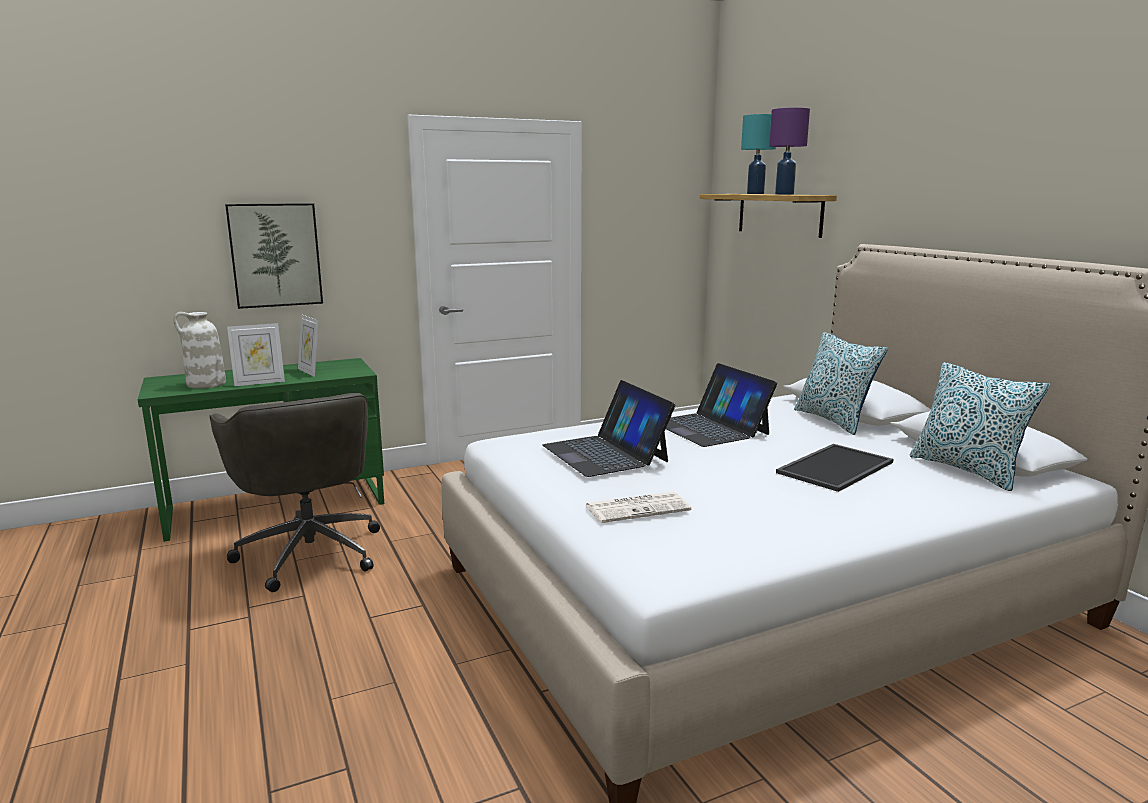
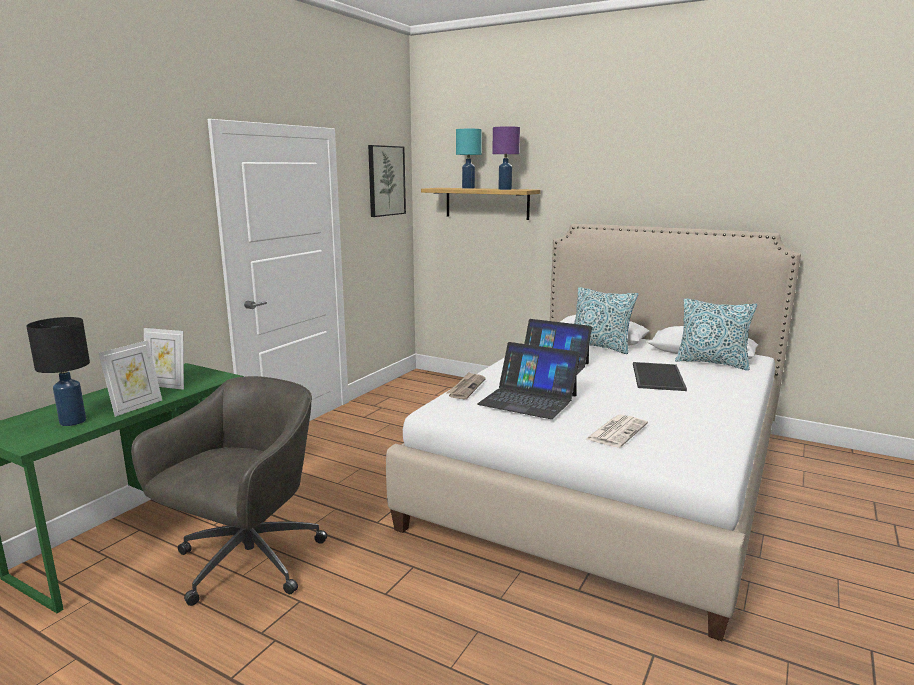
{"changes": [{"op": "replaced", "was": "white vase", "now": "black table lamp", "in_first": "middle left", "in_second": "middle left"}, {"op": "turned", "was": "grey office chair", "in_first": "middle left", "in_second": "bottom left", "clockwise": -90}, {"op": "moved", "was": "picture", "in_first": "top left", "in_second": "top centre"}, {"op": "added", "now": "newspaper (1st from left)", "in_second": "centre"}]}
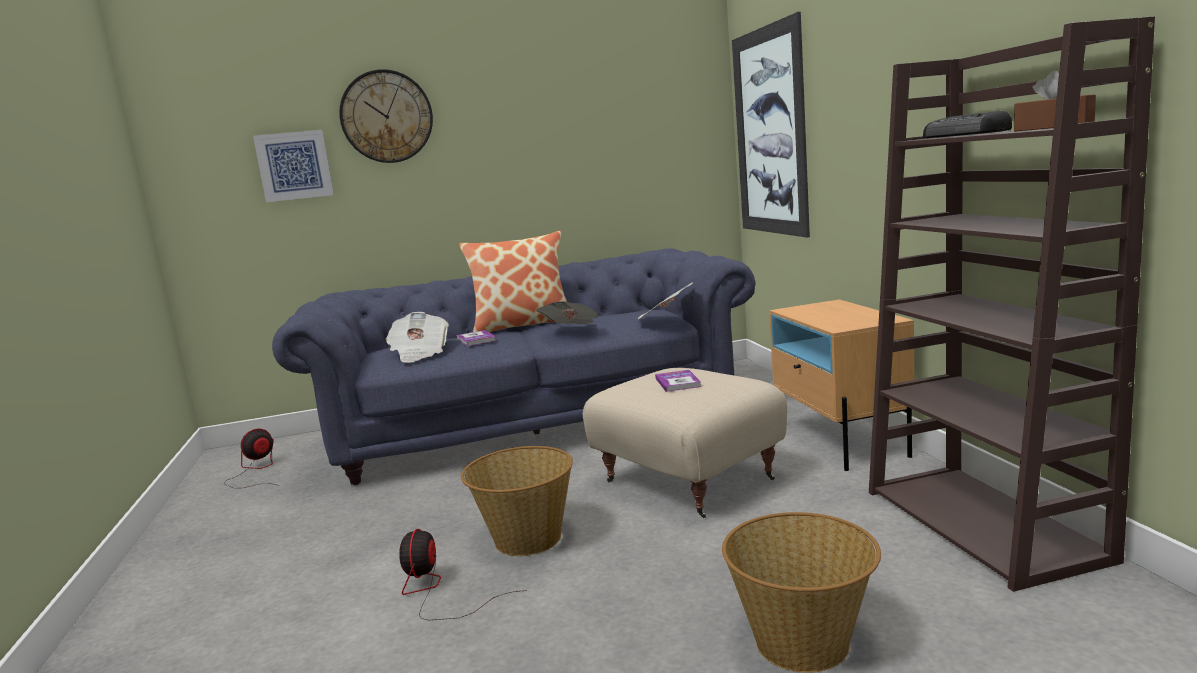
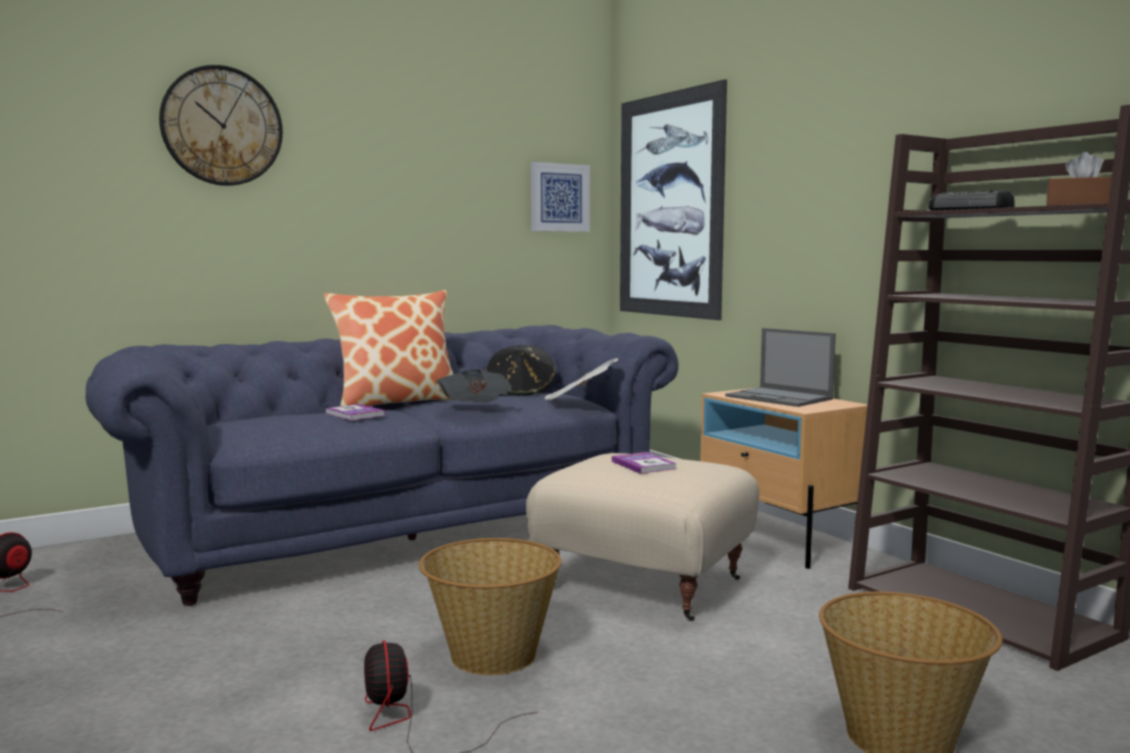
{"changes": [{"op": "moved", "was": "picture (1st from left)", "in_first": "top left", "in_second": "top centre"}, {"op": "removed", "was": "newspaper (1st from left)", "in_first": "centre"}, {"op": "added", "now": "black hat", "in_second": "centre"}, {"op": "added", "now": "laptop", "in_second": "middle right"}]}
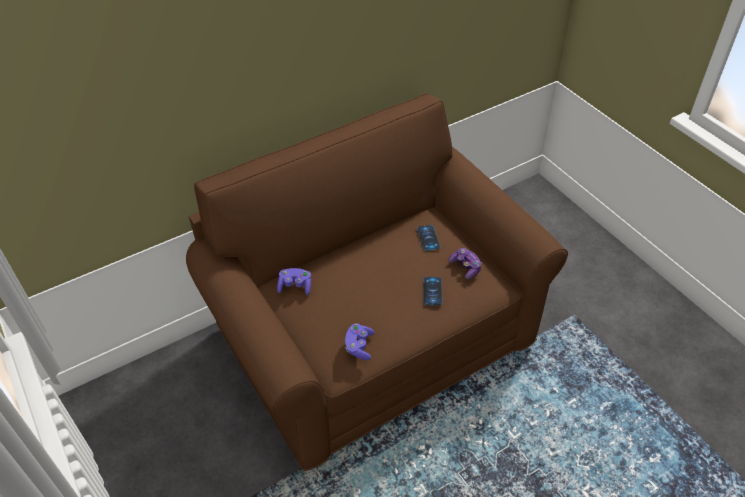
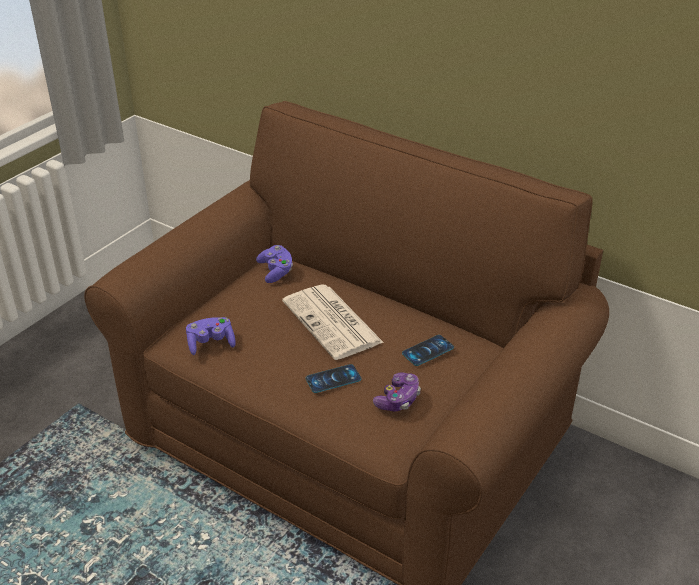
{"changes": [{"op": "added", "now": "newspaper", "in_second": "centre"}]}
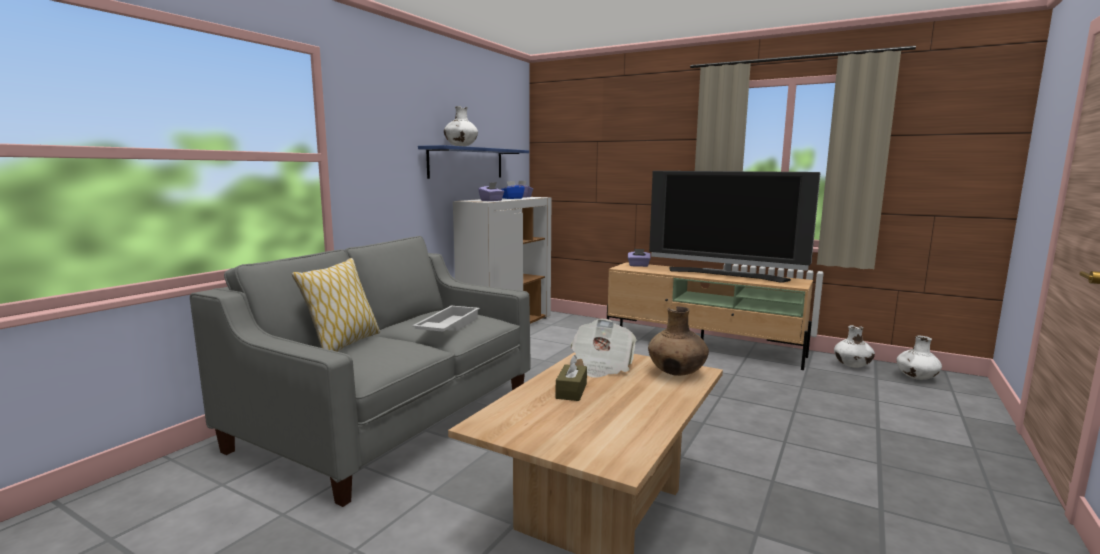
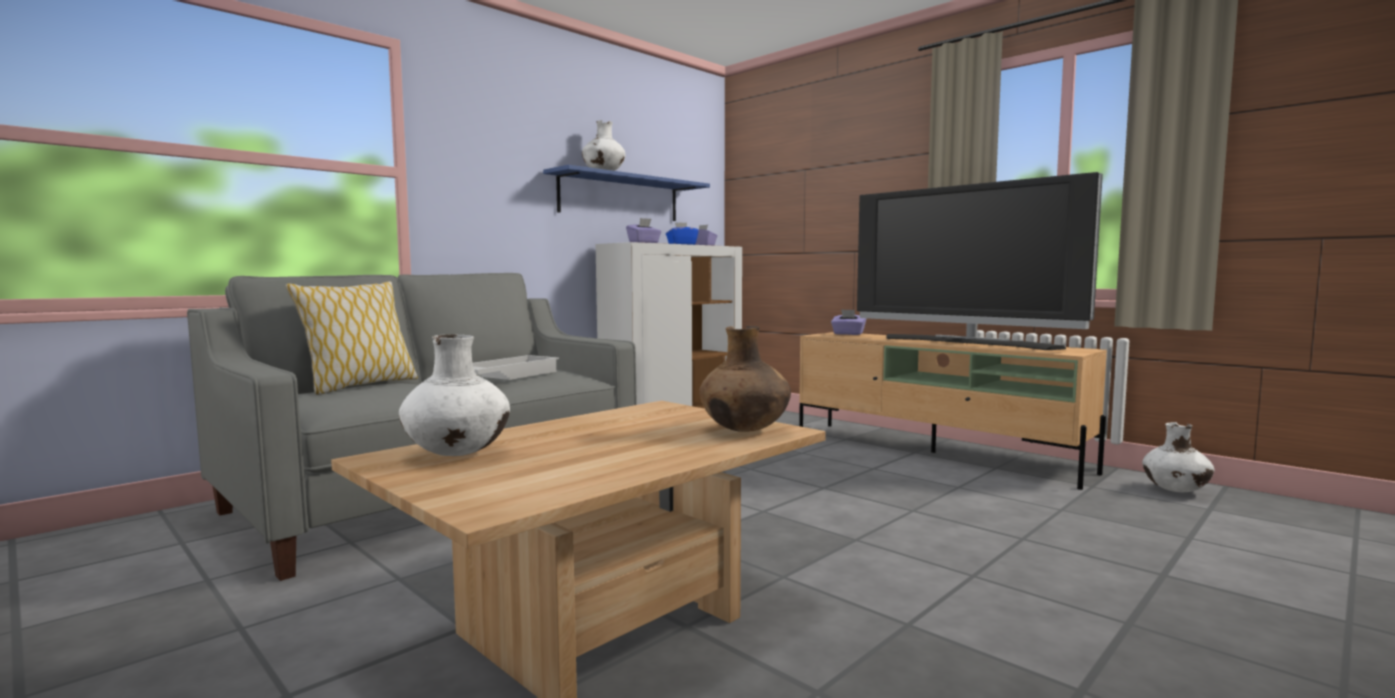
{"changes": [{"op": "removed", "was": "brown tissue box", "in_first": "bottom centre"}, {"op": "removed", "was": "newspaper", "in_first": "centre"}, {"op": "moved", "was": "white vase (3rd from left in the first image)", "now": "white vase (1st from left)", "in_first": "middle right", "in_second": "middle left"}]}
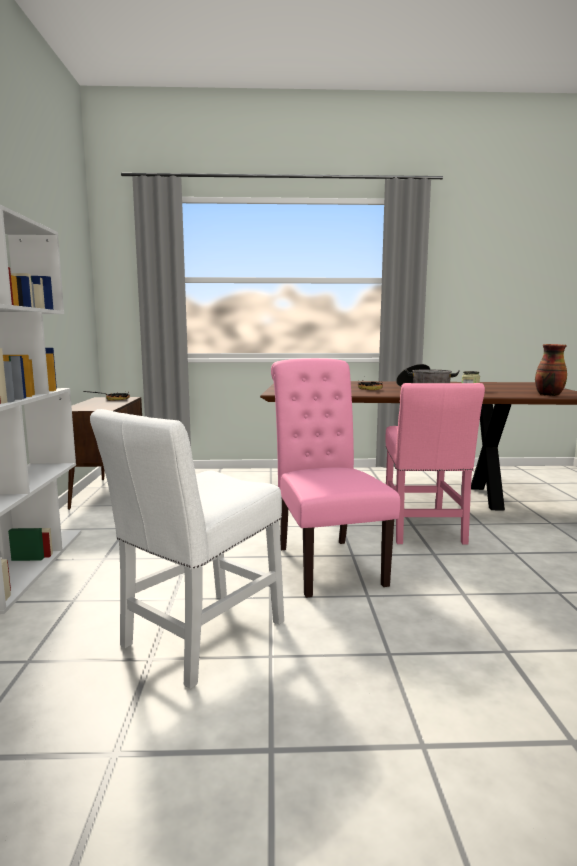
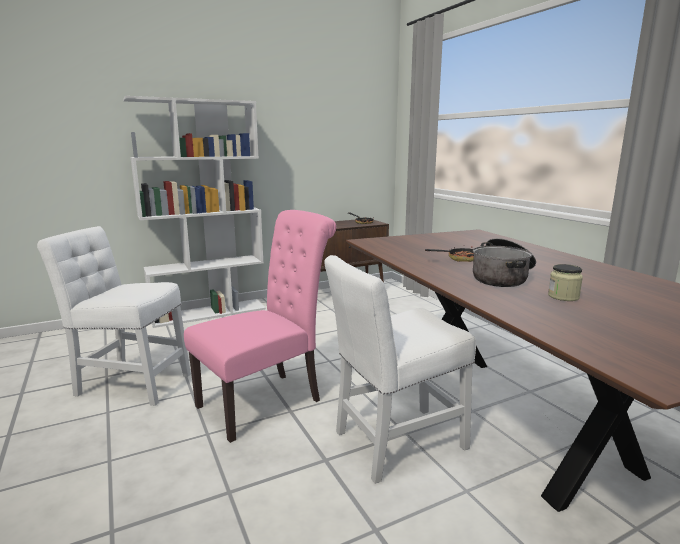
{"changes": [{"op": "recoloured", "was": "pink chair (2nd from left)", "now": "white chair (2nd from left)", "in_first": "middle right", "in_second": "bottom centre"}, {"op": "removed", "was": "vase", "in_first": "middle right"}]}
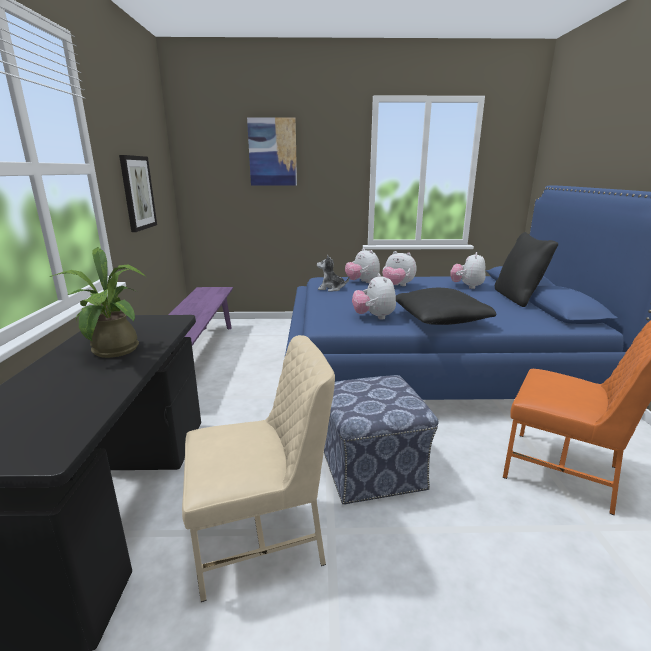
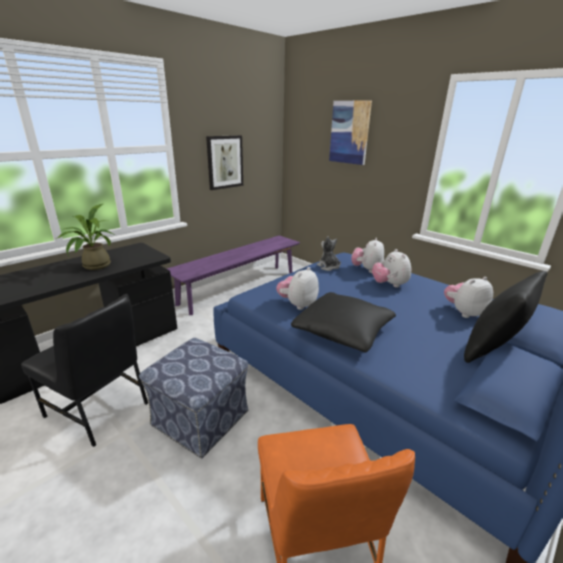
{"changes": [{"op": "recoloured", "was": "beige chair", "now": "black chair", "in_first": "bottom centre", "in_second": "middle left"}]}
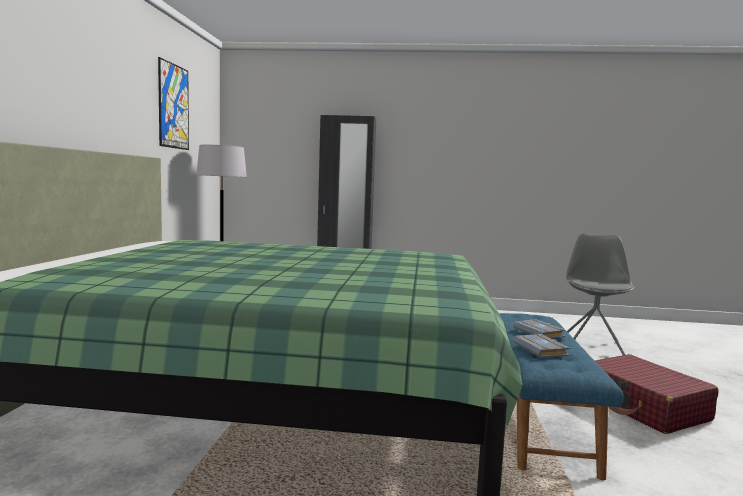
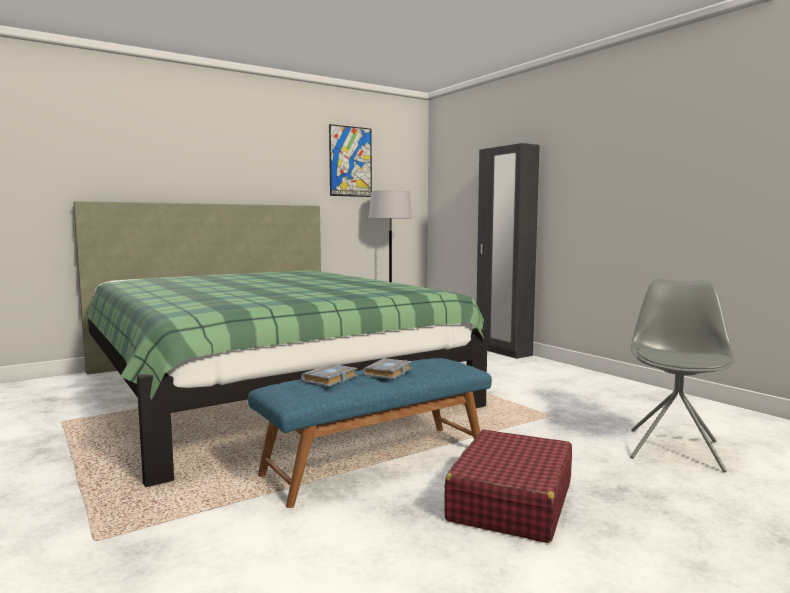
{"changes": [{"op": "turned", "was": "grey chair", "in_first": "middle right", "in_second": "middle right", "clockwise": -45}]}
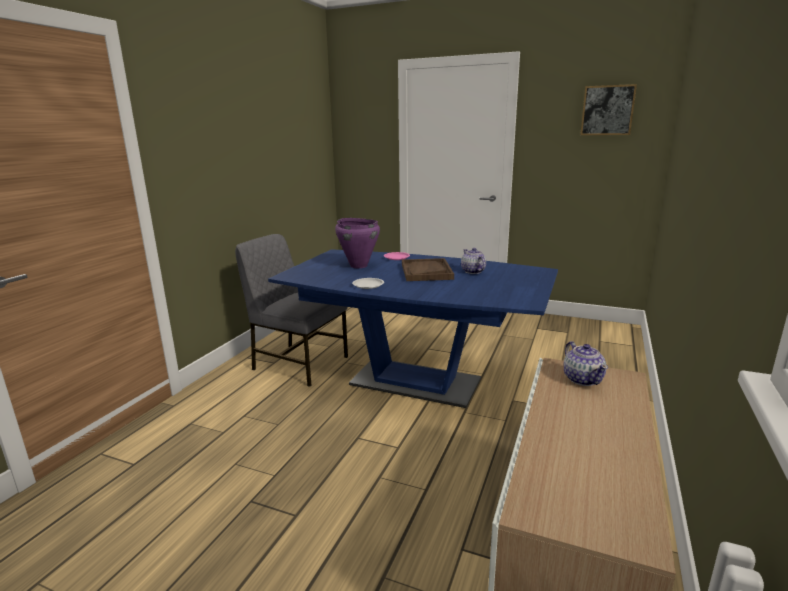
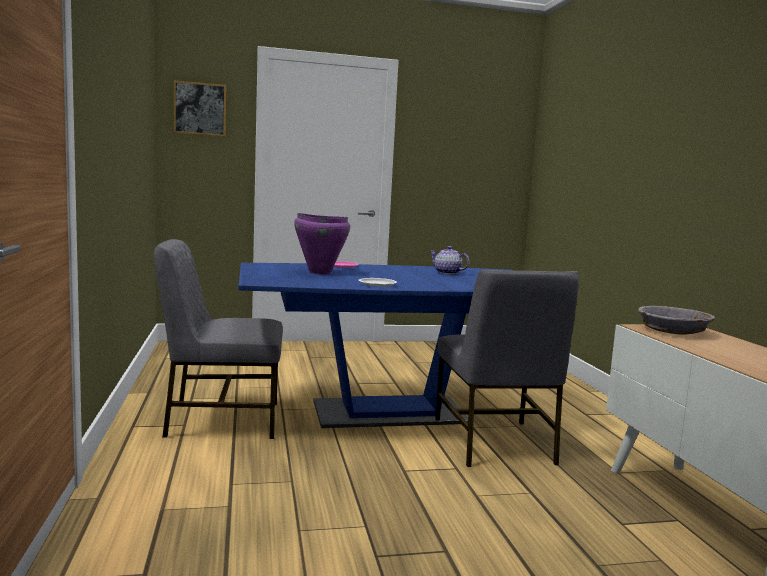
{"changes": [{"op": "removed", "was": "brown tray", "in_first": "centre"}, {"op": "replaced", "was": "teapot (2nd from left)", "now": "grey bowl", "in_first": "middle right", "in_second": "middle right"}, {"op": "moved", "was": "picture", "in_first": "top right", "in_second": "top left"}, {"op": "added", "now": "grey chair (2nd from left)", "in_second": "centre"}]}
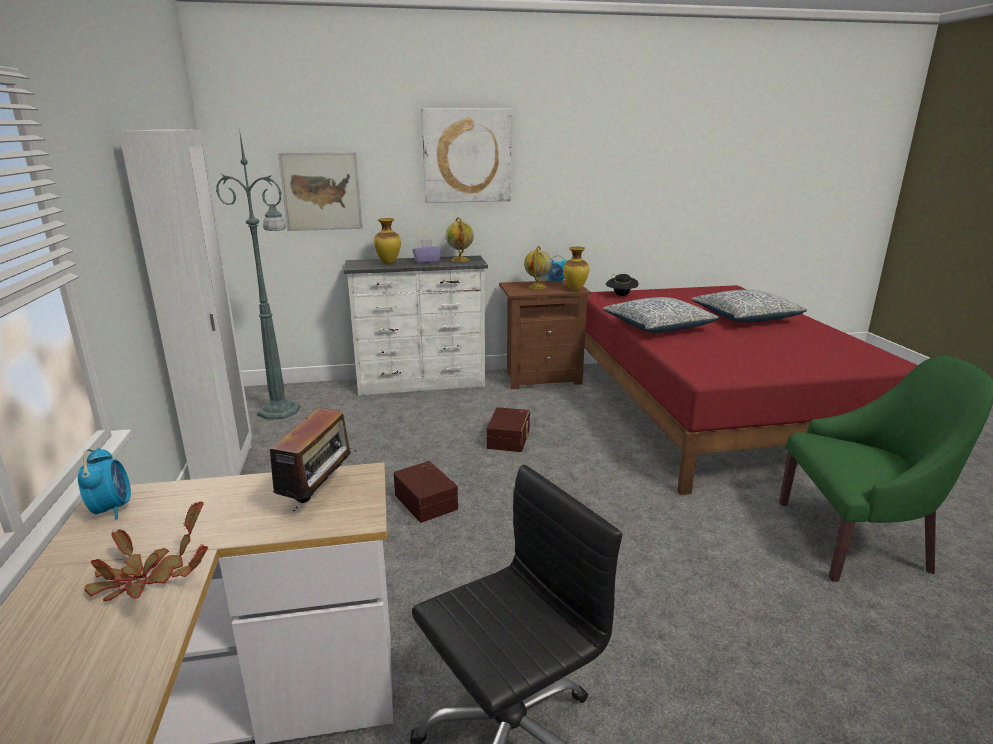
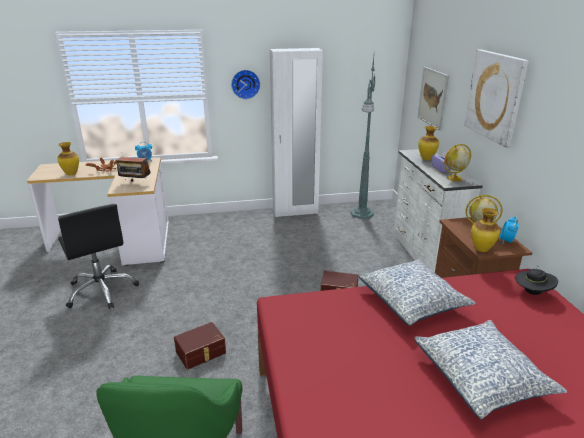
{"changes": [{"op": "moved", "was": "brown storage box (1st from left)", "in_first": "centre", "in_second": "bottom centre"}, {"op": "added", "now": "vase (1st from left)", "in_second": "middle left"}, {"op": "added", "now": "wall clock", "in_second": "top centre"}]}
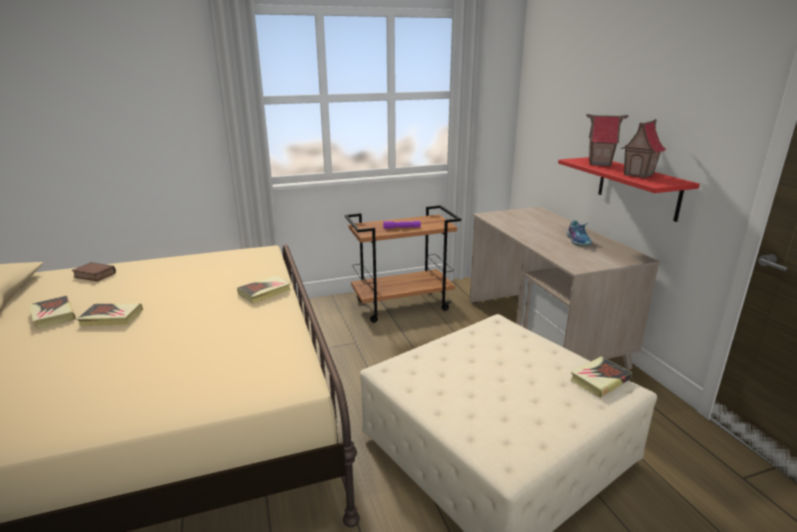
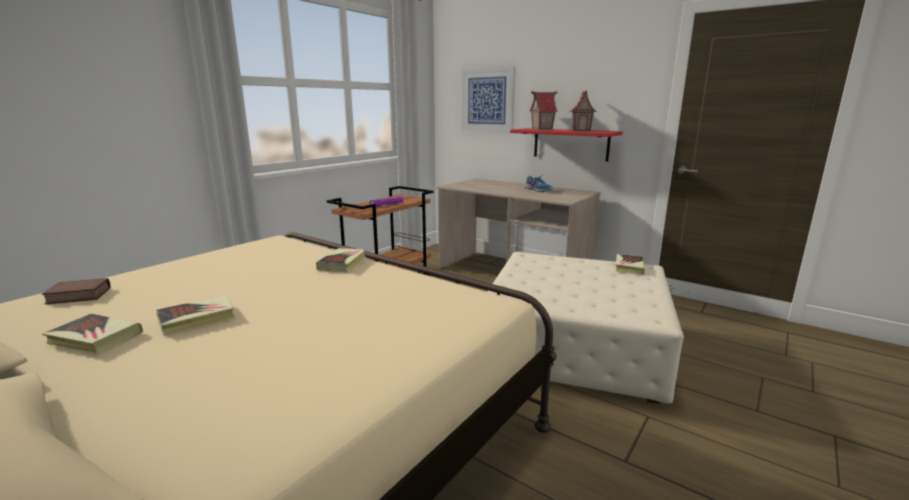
{"changes": [{"op": "added", "now": "picture", "in_second": "top centre"}]}
